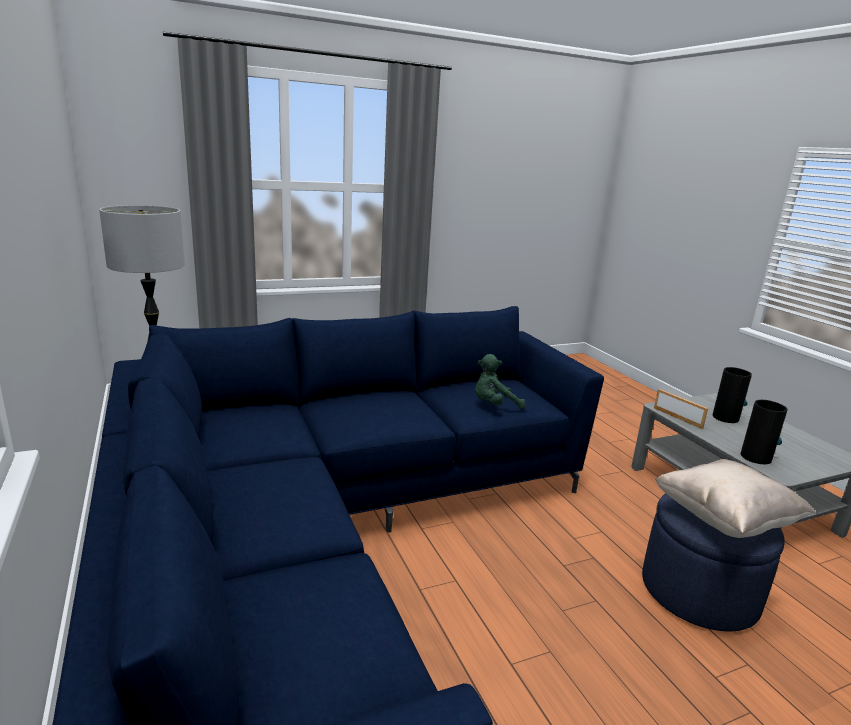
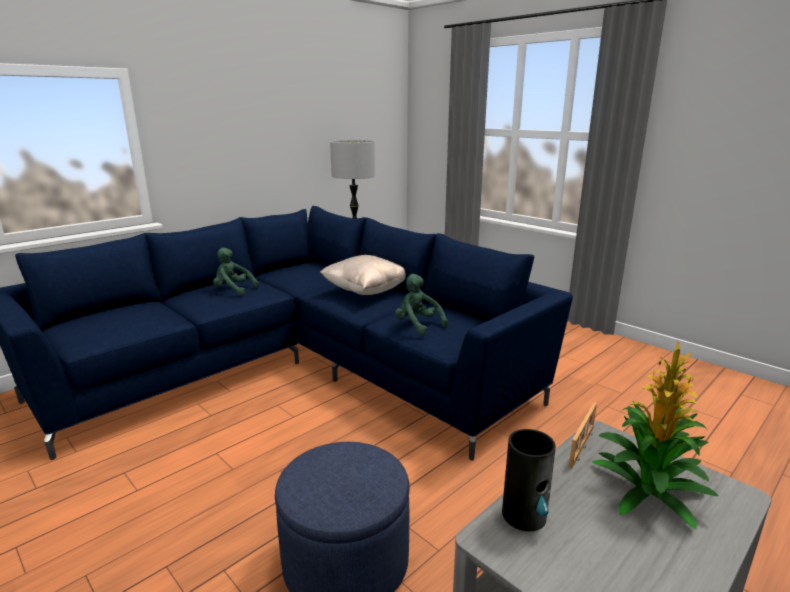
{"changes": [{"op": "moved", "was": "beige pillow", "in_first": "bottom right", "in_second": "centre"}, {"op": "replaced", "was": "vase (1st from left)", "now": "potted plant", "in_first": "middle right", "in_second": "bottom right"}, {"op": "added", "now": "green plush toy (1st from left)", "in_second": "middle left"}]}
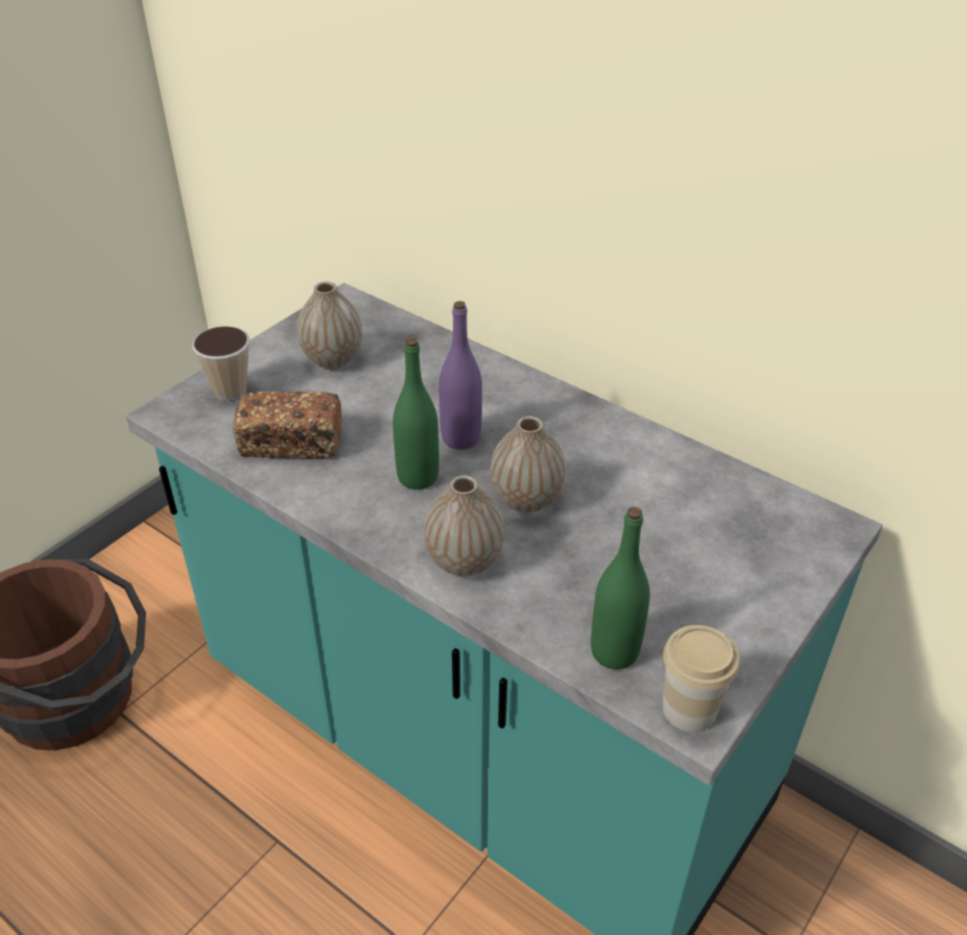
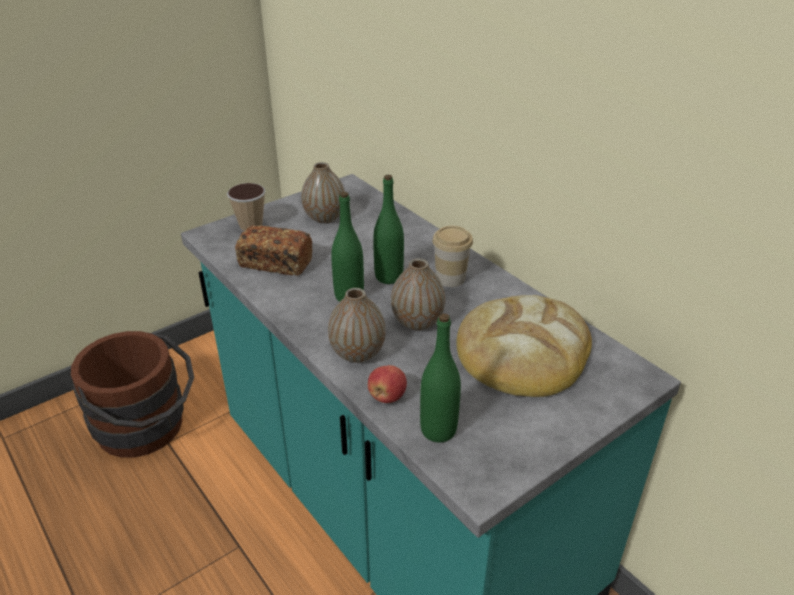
{"changes": [{"op": "recoloured", "was": "purple bottle", "now": "green bottle (2nd from left)", "in_first": "centre", "in_second": "centre"}, {"op": "moved", "was": "cup (2nd from left)", "in_first": "bottom right", "in_second": "centre"}, {"op": "added", "now": "apple", "in_second": "centre"}, {"op": "added", "now": "bread (2nd from left)", "in_second": "centre"}]}
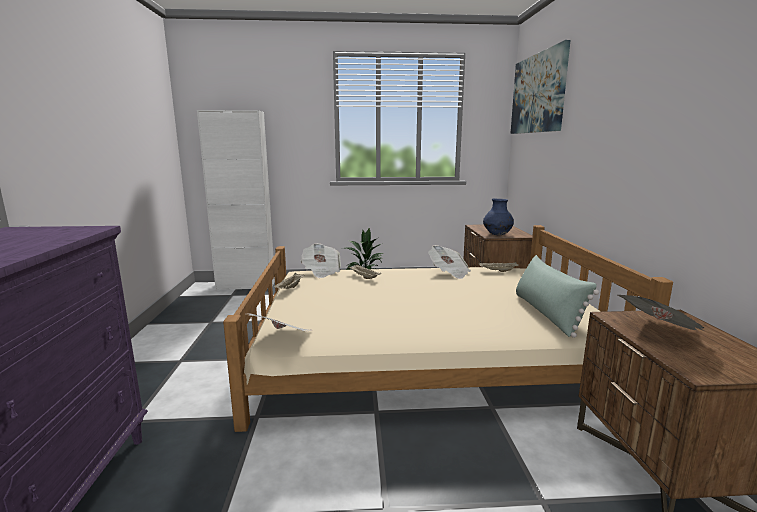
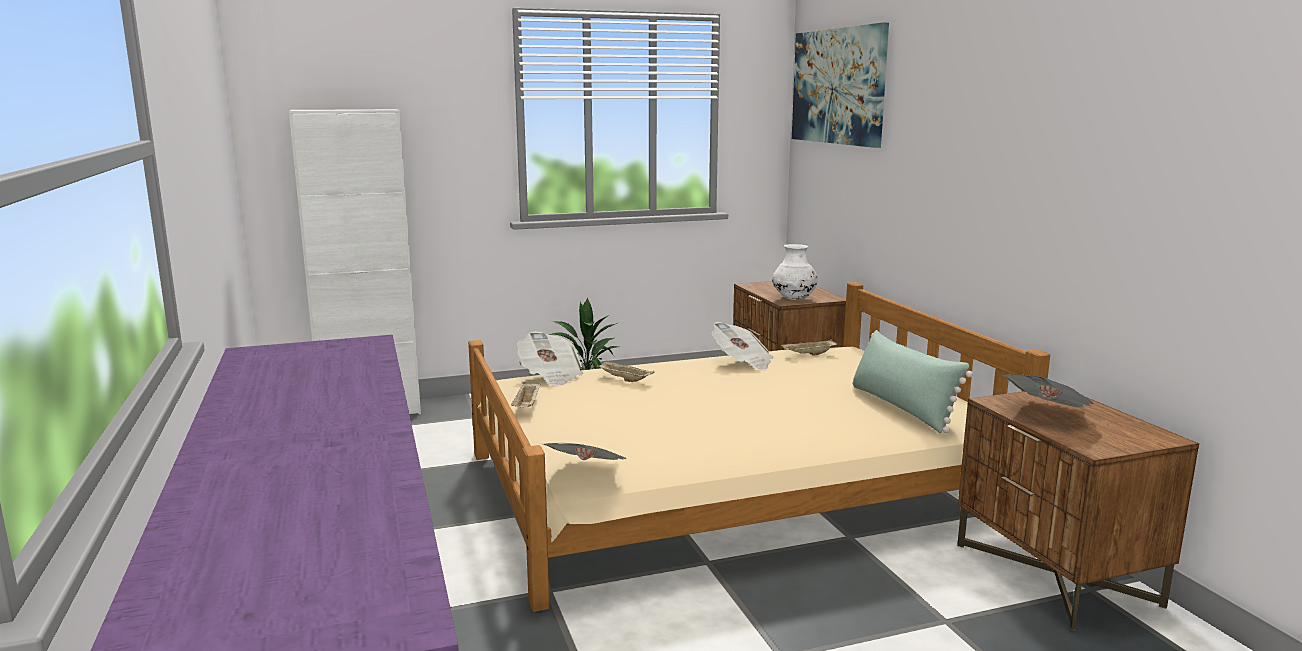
{"changes": [{"op": "recoloured", "was": "blue vase", "now": "white vase", "in_first": "centre", "in_second": "centre"}]}
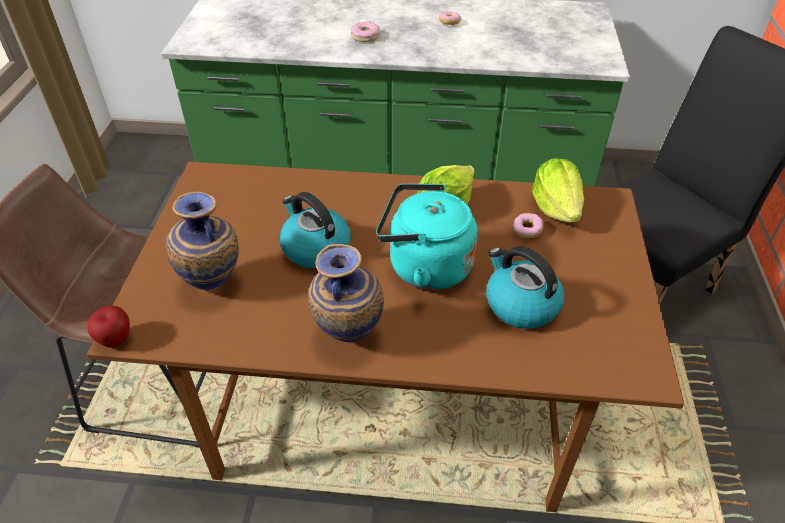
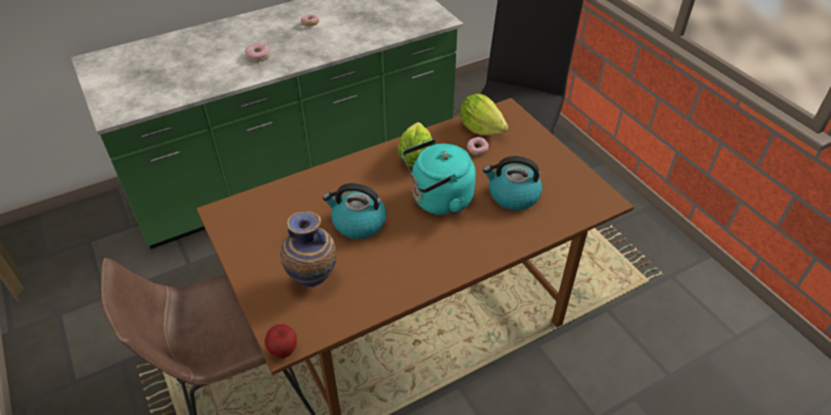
{"changes": [{"op": "removed", "was": "vase (2nd from left)", "in_first": "centre"}]}
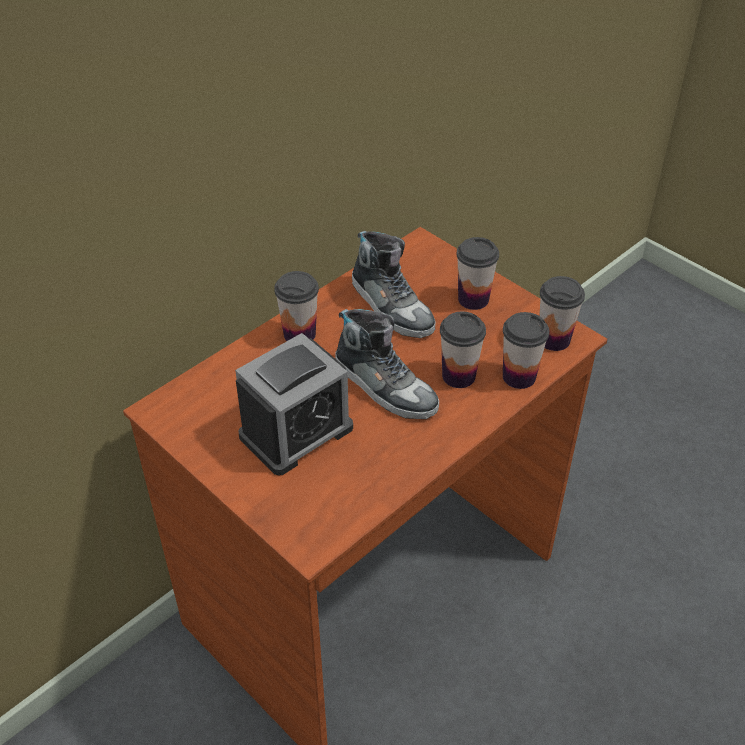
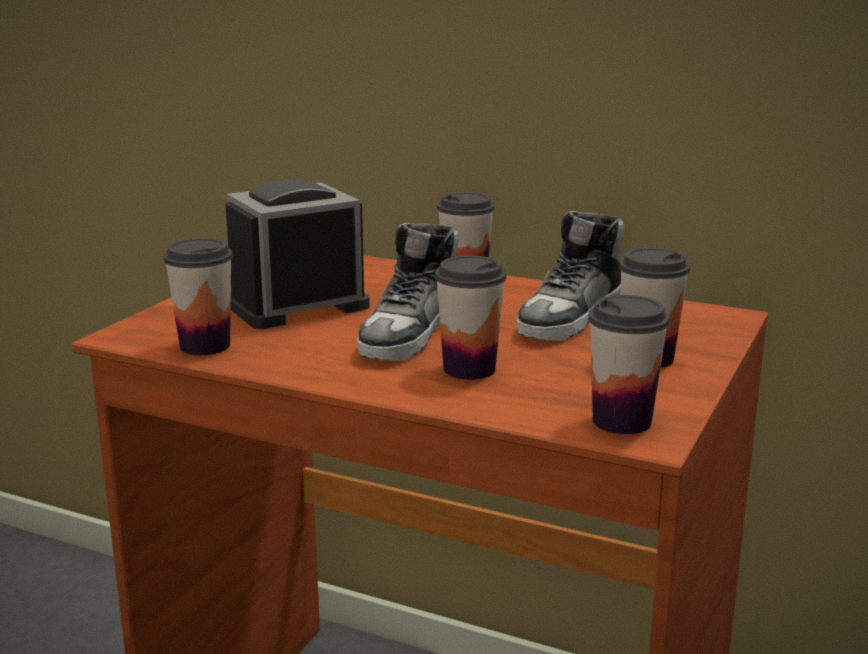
{"changes": [{"op": "turned", "was": "alarm clock", "in_first": "centre", "in_second": "centre", "clockwise": 120}, {"op": "moved", "was": "cup (4th from left in the first image)", "now": "cup (1st from left)", "in_first": "middle right", "in_second": "middle left"}]}
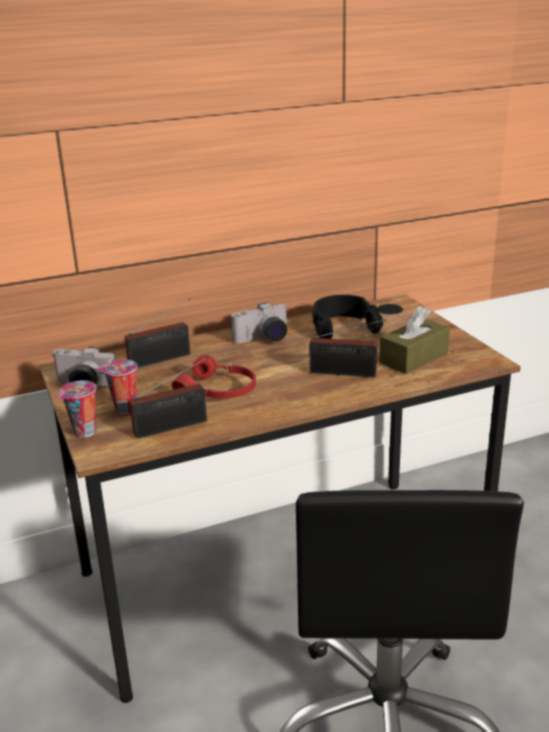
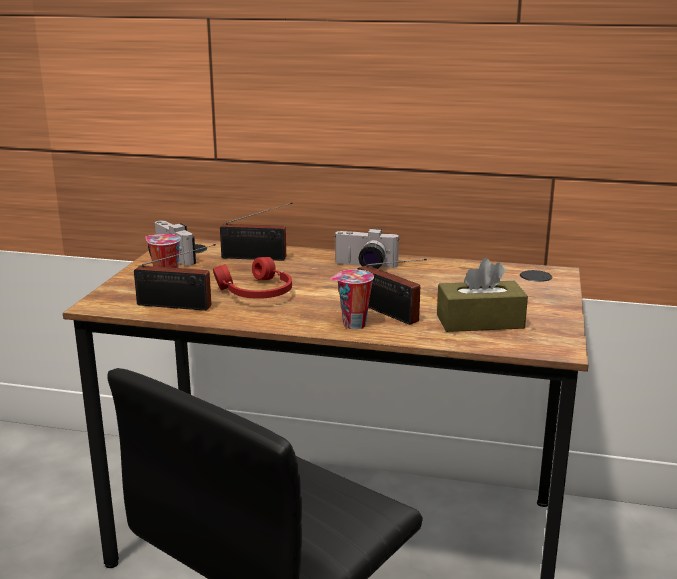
{"changes": [{"op": "moved", "was": "cup (1st from left in the first image)", "now": "cup (2nd from left)", "in_first": "middle left", "in_second": "centre"}, {"op": "removed", "was": "black headphones", "in_first": "centre"}]}
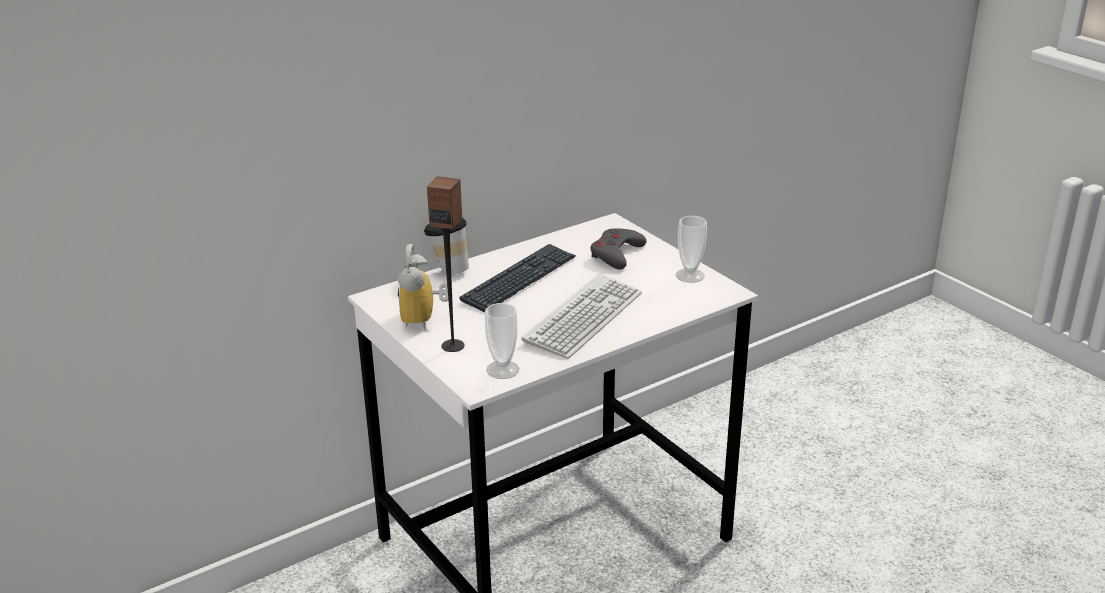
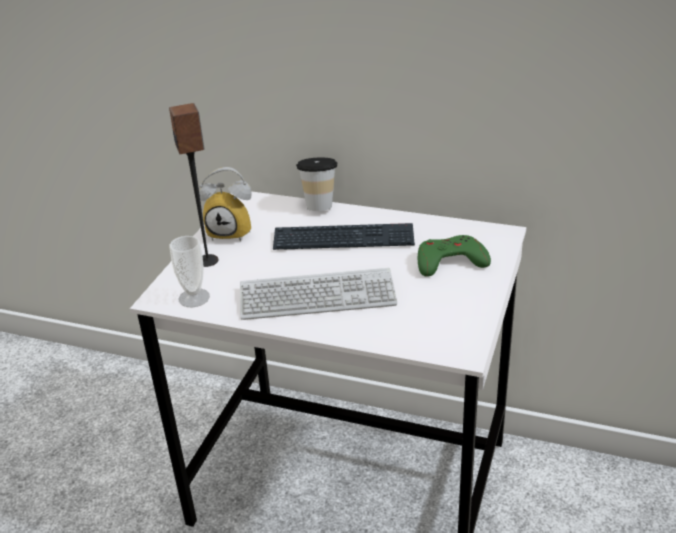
{"changes": [{"op": "turned", "was": "alarm clock", "in_first": "centre", "in_second": "middle left", "clockwise": -135}, {"op": "recoloured", "was": "grey game controller", "now": "green game controller", "in_first": "centre", "in_second": "middle right"}, {"op": "removed", "was": "cup (3rd from left)", "in_first": "centre"}]}
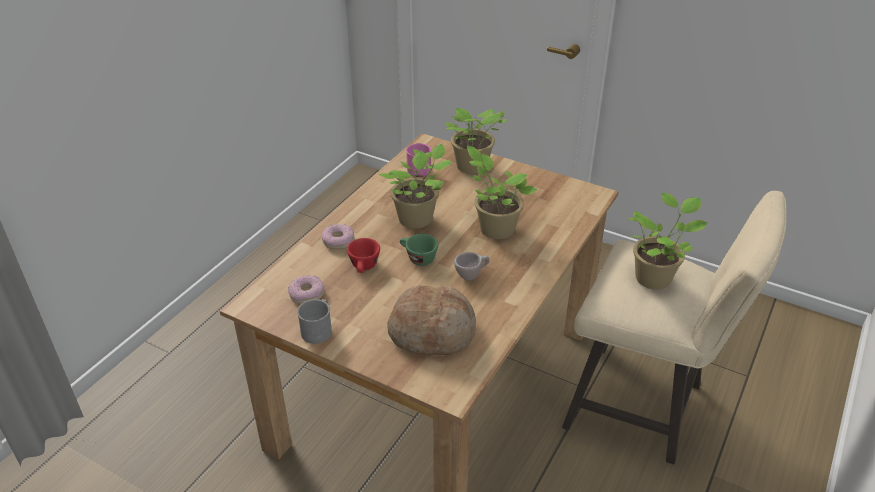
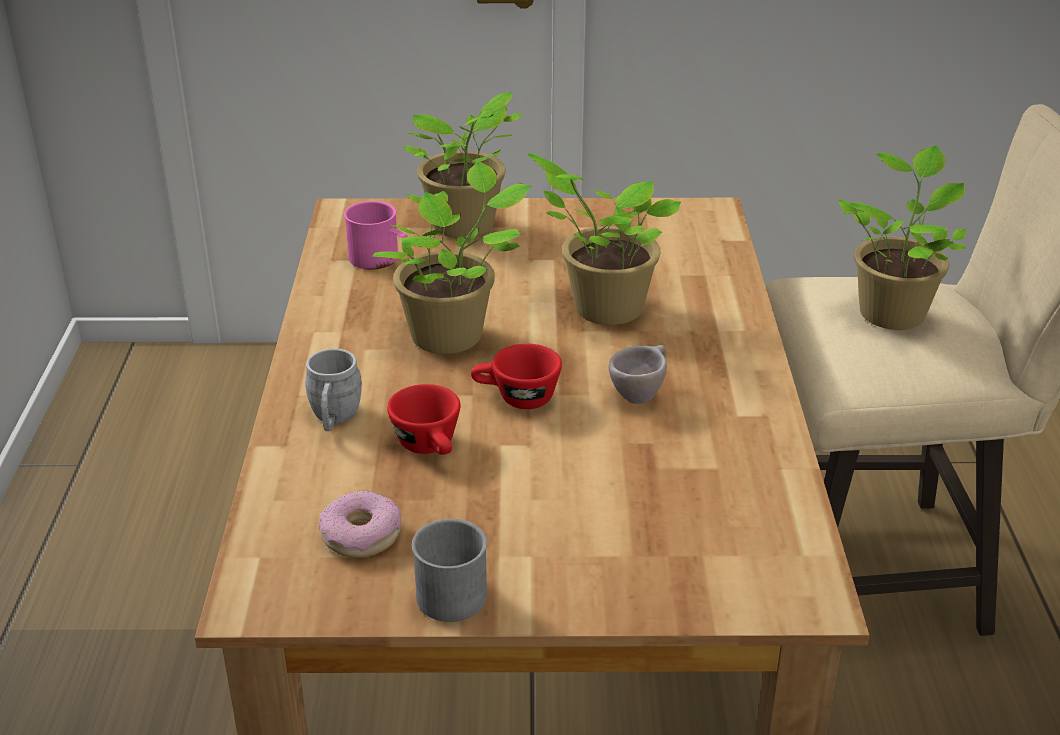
{"changes": [{"op": "replaced", "was": "donut (2nd from left)", "now": "grey mug (1st from left)", "in_first": "centre", "in_second": "middle left"}, {"op": "removed", "was": "bread", "in_first": "centre"}, {"op": "recoloured", "was": "green cup", "now": "red cup (2nd from left)", "in_first": "centre", "in_second": "centre"}]}
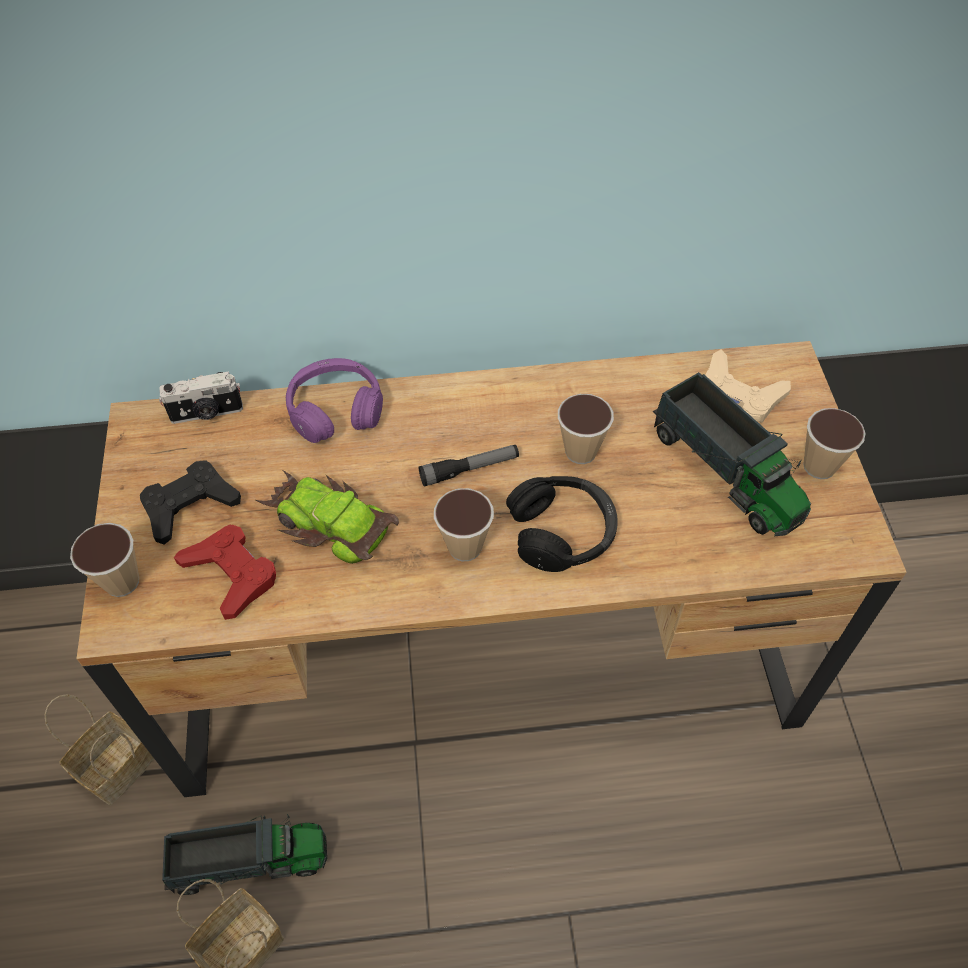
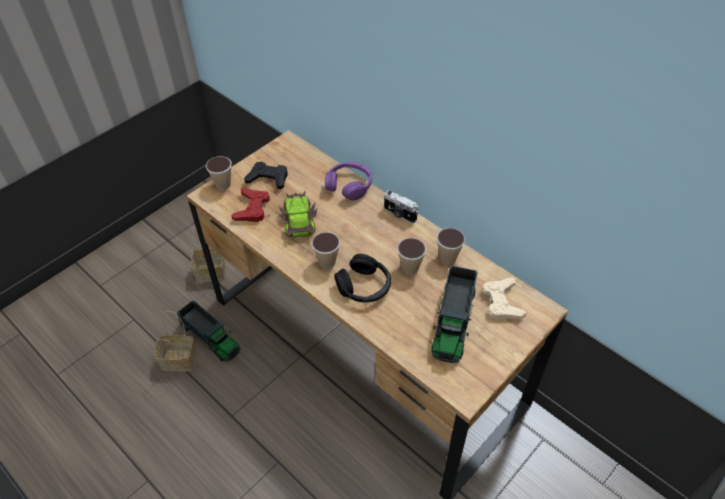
{"changes": [{"op": "moved", "was": "photo camera", "in_first": "middle left", "in_second": "centre"}, {"op": "removed", "was": "flashlight", "in_first": "centre"}, {"op": "moved", "was": "cup (4th from left)", "in_first": "middle right", "in_second": "centre"}]}
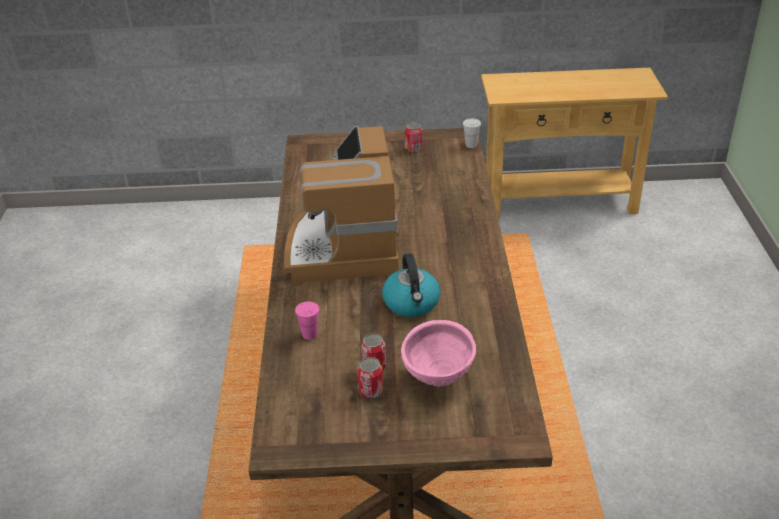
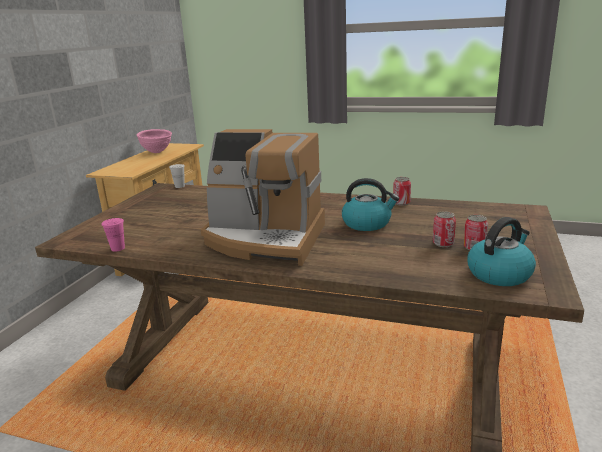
{"changes": [{"op": "moved", "was": "pink cup", "in_first": "centre", "in_second": "middle left"}, {"op": "moved", "was": "pink bowl", "in_first": "bottom centre", "in_second": "top left"}, {"op": "moved", "was": "can (3rd from left in the first image)", "now": "can (1st from left)", "in_first": "top centre", "in_second": "middle right"}, {"op": "added", "now": "kettle (2nd from left)", "in_second": "middle right"}]}
